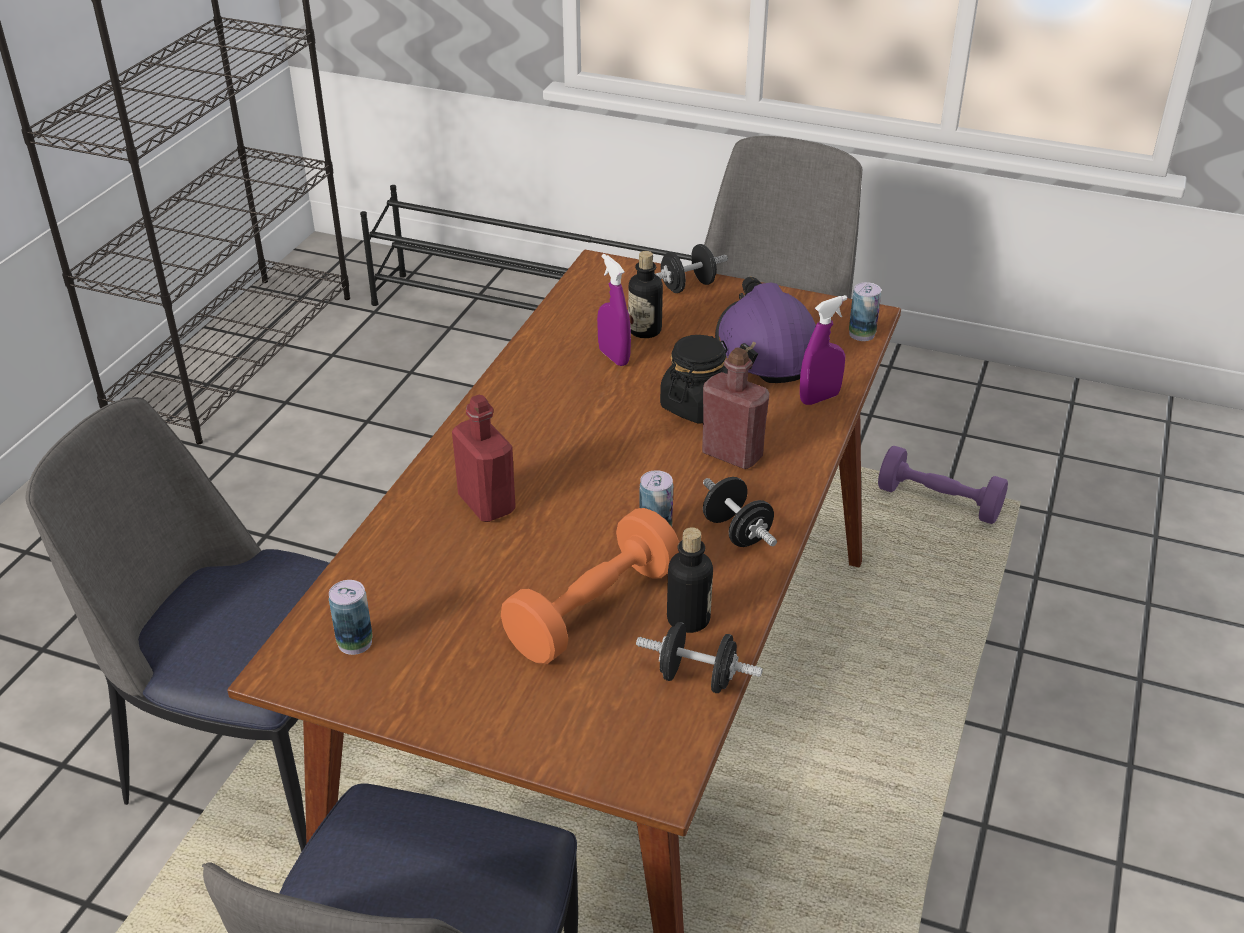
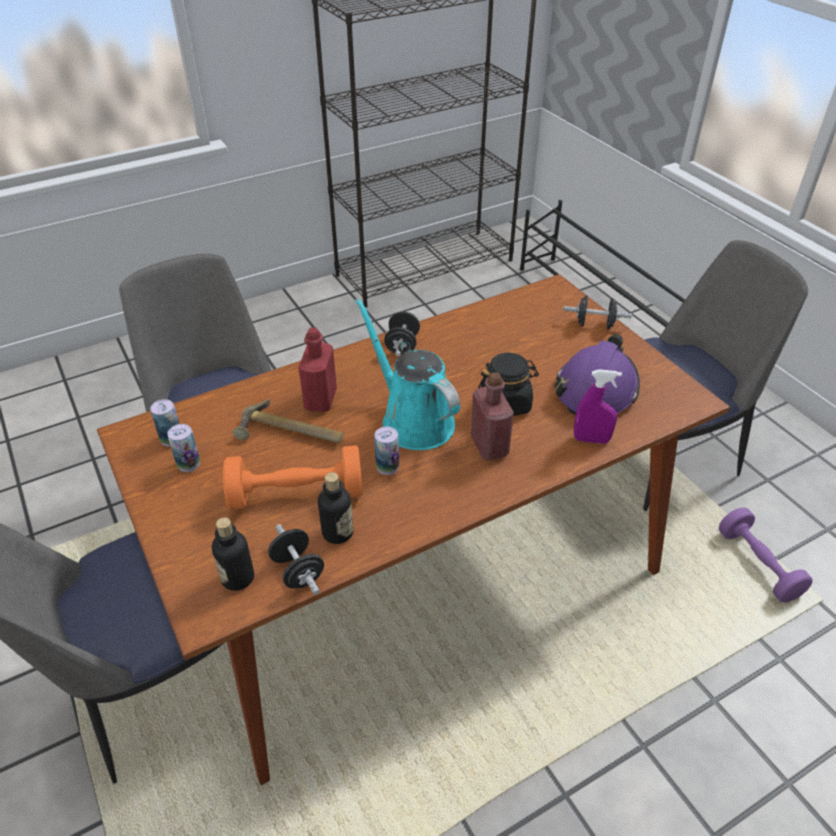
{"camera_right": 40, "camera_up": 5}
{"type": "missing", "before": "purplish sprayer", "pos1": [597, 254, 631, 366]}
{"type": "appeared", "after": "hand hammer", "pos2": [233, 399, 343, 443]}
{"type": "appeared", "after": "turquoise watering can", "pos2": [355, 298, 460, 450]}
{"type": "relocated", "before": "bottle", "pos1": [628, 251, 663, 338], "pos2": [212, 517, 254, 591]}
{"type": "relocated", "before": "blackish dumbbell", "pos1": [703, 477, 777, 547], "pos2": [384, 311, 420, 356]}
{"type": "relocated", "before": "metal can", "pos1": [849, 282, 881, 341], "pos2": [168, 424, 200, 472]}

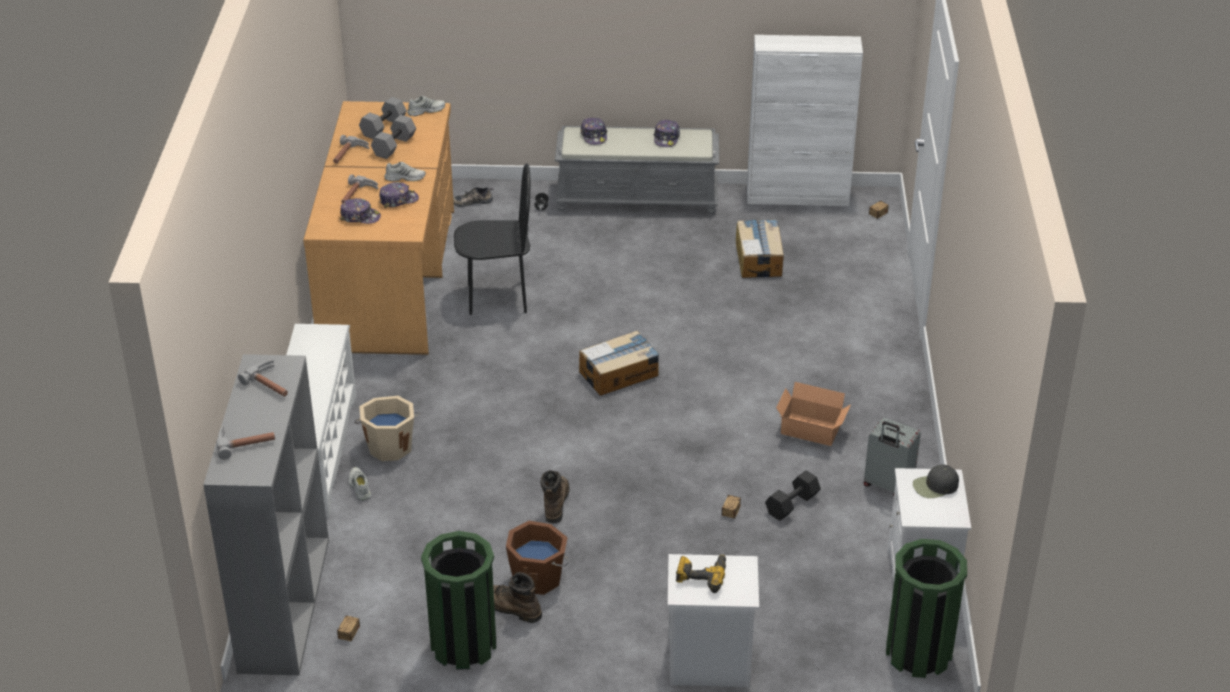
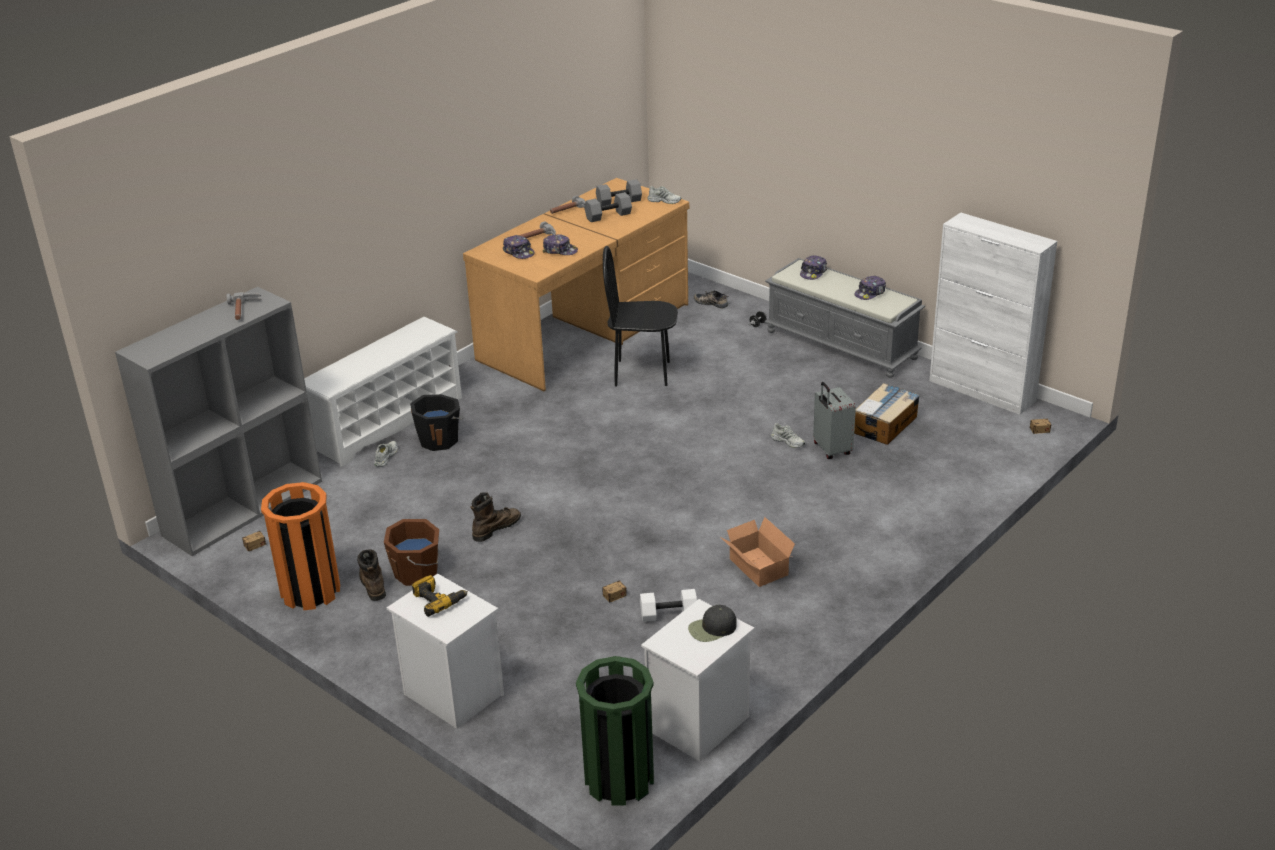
{"camera_right": 40, "camera_up": -5}
{"type": "missing", "before": "hand hammer", "pos1": [217, 425, 275, 460]}
{"type": "missing", "before": "carton", "pos1": [579, 330, 659, 396]}
{"type": "relocated", "before": "white-coloured item of footwear", "pos1": [384, 162, 426, 181], "pos2": [771, 423, 805, 448]}
{"type": "relocated", "before": "gray suitcase", "pos1": [864, 418, 921, 496], "pos2": [813, 382, 856, 459]}
{"type": "colour", "before": "beige pail", "after": "blackish pail", "pos1": [354, 396, 421, 461], "pos2": [410, 394, 464, 451]}
{"type": "colour", "before": "greenish waste bin", "after": "orange waste bin", "pos1": [421, 531, 496, 670], "pos2": [261, 482, 340, 610]}
{"type": "colour", "before": "blackish dumbbell", "after": "white-coloured dumbbell", "pos1": [765, 470, 821, 521], "pos2": [640, 589, 697, 622]}
{"type": "spun", "before": "blackish upright chair", "pos1": [454, 164, 530, 315], "pos2": [603, 246, 678, 387], "turn": 150}
{"type": "spun", "before": "blackish baseball cap", "pos1": [913, 464, 959, 498], "pos2": [688, 605, 736, 642], "turn": -45}

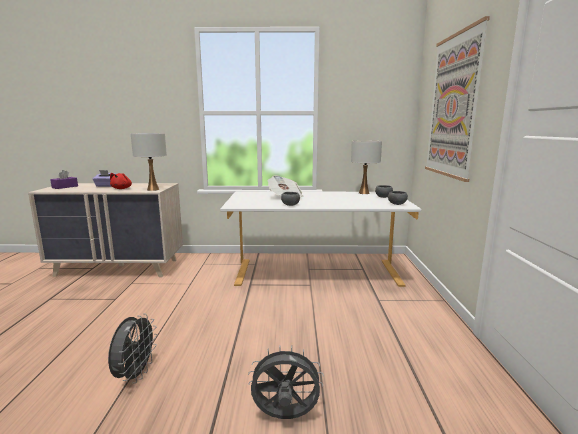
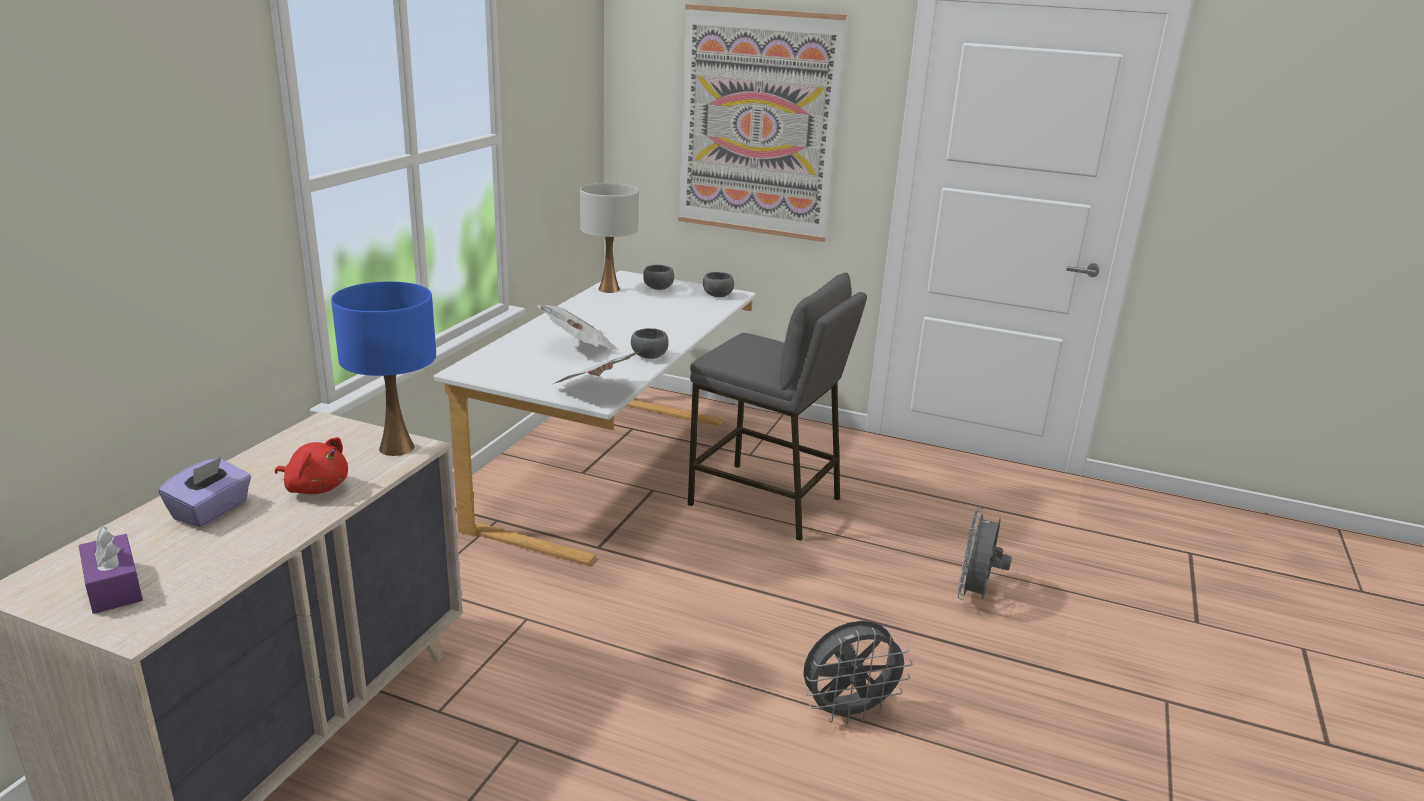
{"camera_right": -70, "camera_up": 10}
{"type": "appeared", "after": "daily paper", "pos2": [554, 352, 639, 384]}
{"type": "appeared", "after": "gray stool seat", "pos2": [688, 272, 867, 541]}
{"type": "colour", "before": "white-coloured table lamp", "after": "blue-coloured table lamp", "pos1": [131, 133, 167, 191], "pos2": [331, 281, 436, 456]}
{"type": "spun", "before": "gray electric fan", "pos1": [108, 313, 157, 384], "pos2": [803, 621, 913, 724], "turn": 135}

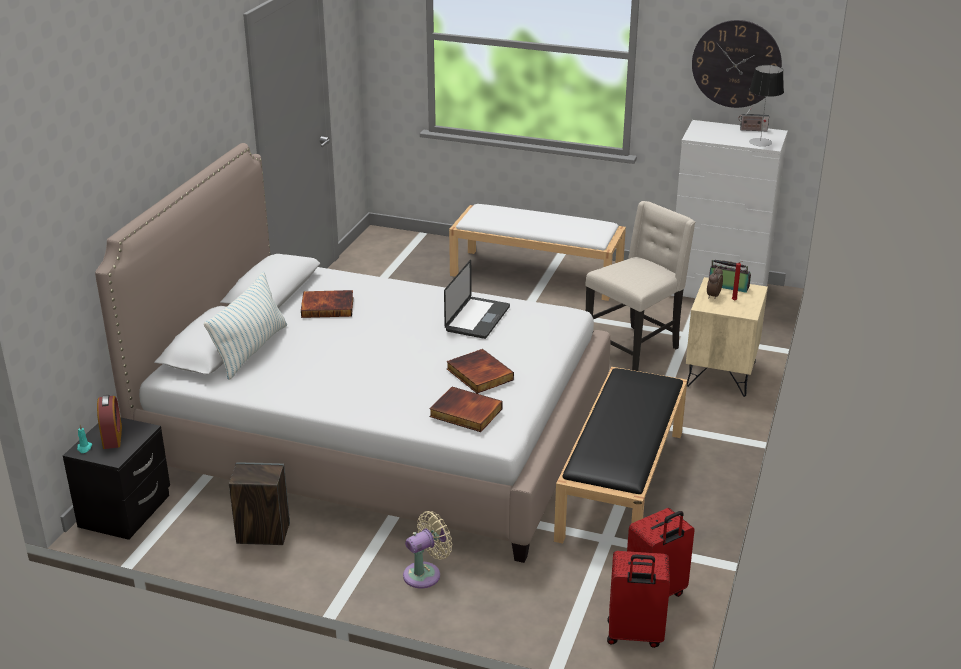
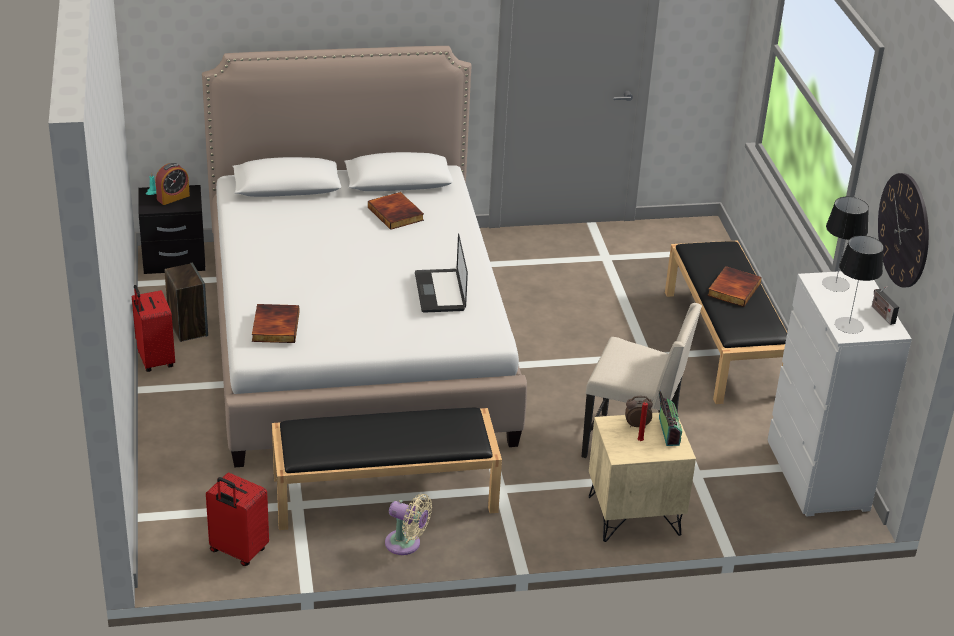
{"camera_right": 60, "camera_up": 5}
{"type": "missing", "before": "cushion", "pos1": [204, 272, 287, 380]}
{"type": "appeared", "after": "table lamp", "pos2": [822, 197, 869, 292]}
{"type": "relocated", "before": "beige electric fan", "pos1": [403, 511, 452, 588], "pos2": [385, 494, 432, 555]}
{"type": "relocated", "before": "book", "pos1": [447, 349, 514, 394], "pos2": [707, 266, 761, 307]}
{"type": "relocated", "before": "reddish suitcase", "pos1": [607, 551, 670, 648], "pos2": [132, 285, 175, 372]}
{"type": "colour", "before": "white-coloured bench", "after": "blackish bench", "pos1": [449, 204, 626, 301], "pos2": [665, 240, 787, 404]}
{"type": "spun", "before": "portable computer", "pos1": [444, 260, 510, 339], "pos2": [415, 234, 468, 313], "turn": 90}

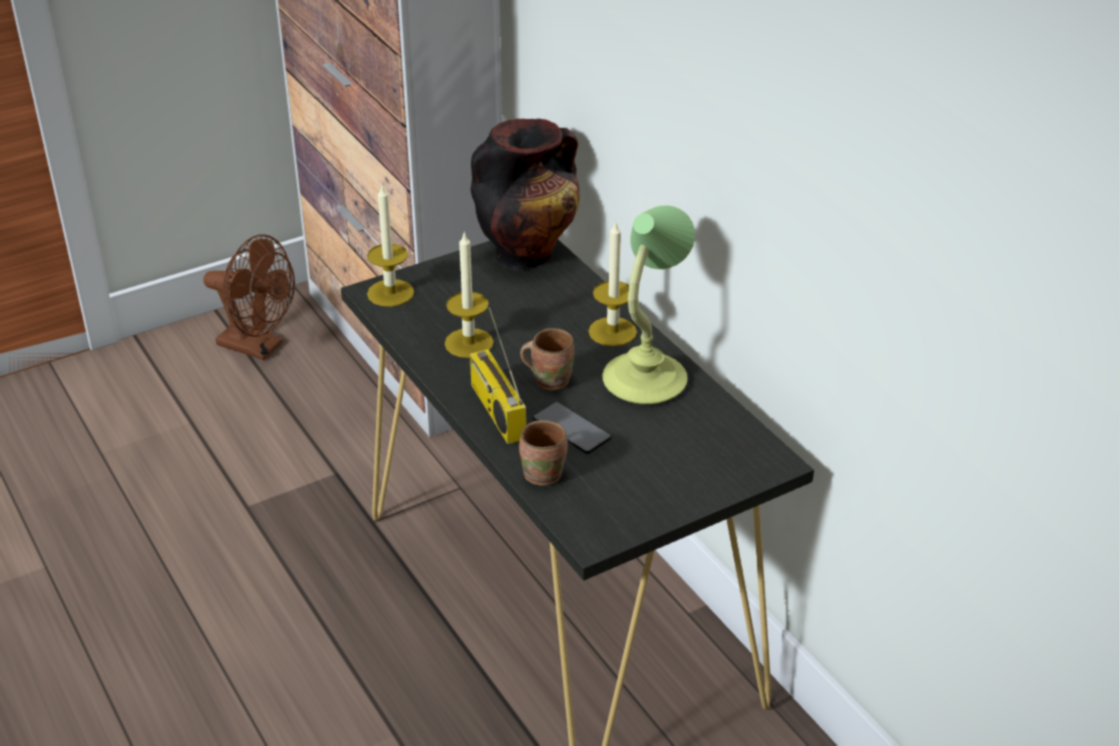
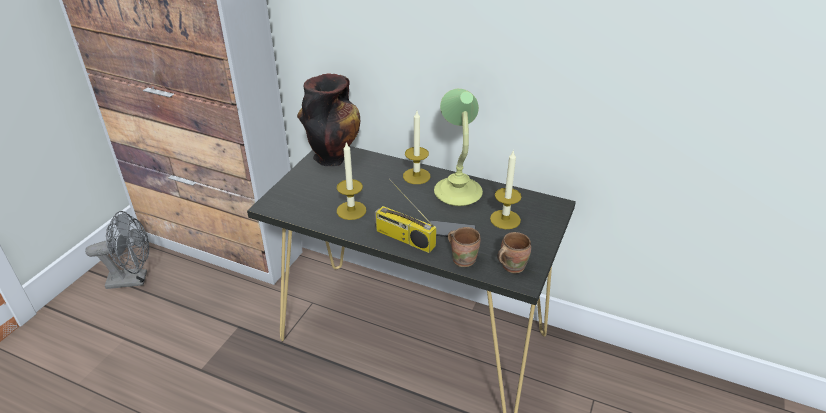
{"camera_right": -35, "camera_up": 0}
{"type": "relocated", "before": "candle", "pos1": [367, 186, 414, 307], "pos2": [490, 150, 522, 229]}
{"type": "relocated", "before": "brownish mug", "pos1": [520, 328, 575, 391], "pos2": [497, 232, 531, 273]}
{"type": "colour", "before": "brownish electric fan", "after": "gray electric fan", "pos1": [203, 234, 295, 360], "pos2": [85, 211, 149, 289]}

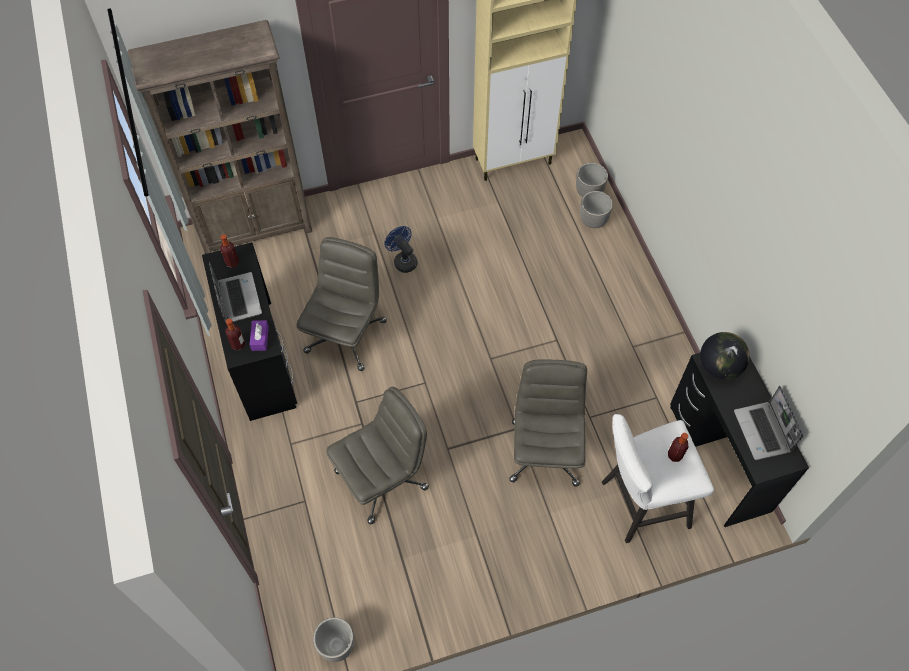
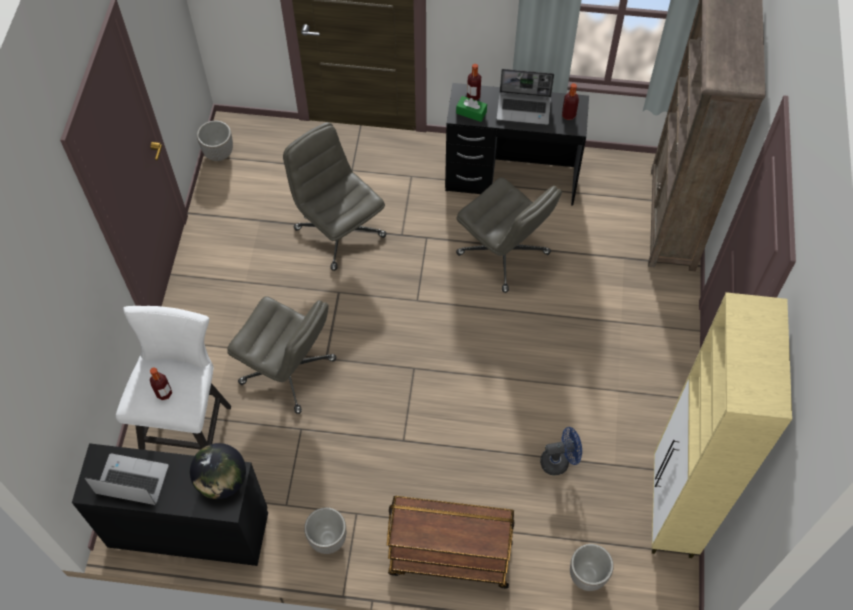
{"camera_right": 115, "camera_up": 0}
{"type": "appeared", "after": "brownish wheeled cart", "pos2": [387, 496, 514, 589]}
{"type": "relocated", "before": "blue-coloured electric fan", "pos1": [385, 226, 418, 273], "pos2": [540, 427, 582, 475]}
{"type": "relocated", "before": "planter", "pos1": [580, 191, 613, 228], "pos2": [304, 507, 346, 554]}
{"type": "colour", "before": "purplish box of tissues", "after": "greenish box of tissues", "pos1": [250, 320, 269, 351], "pos2": [456, 96, 487, 122]}
{"type": "spun", "before": "gray computer chair", "pos1": [326, 387, 429, 524], "pos2": [283, 122, 387, 271], "turn": 150}

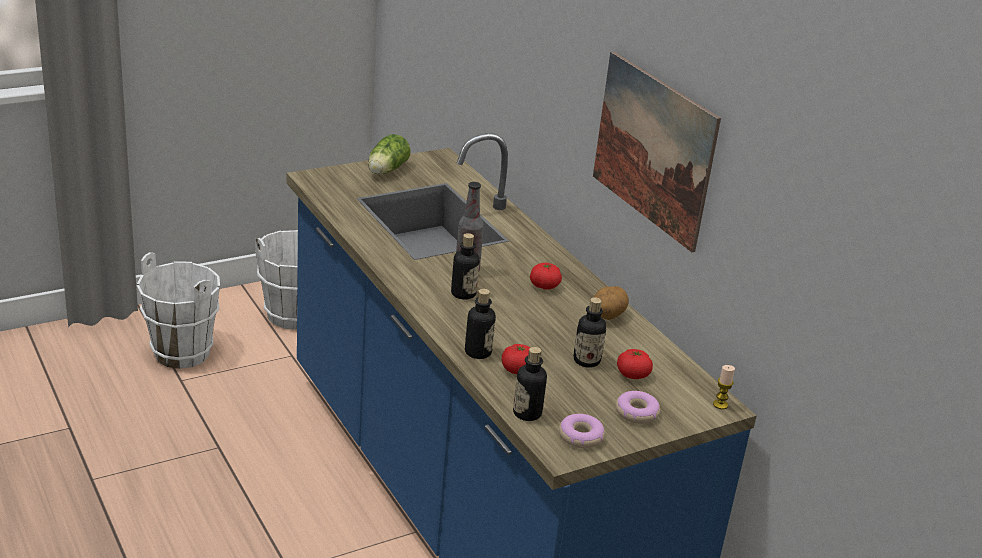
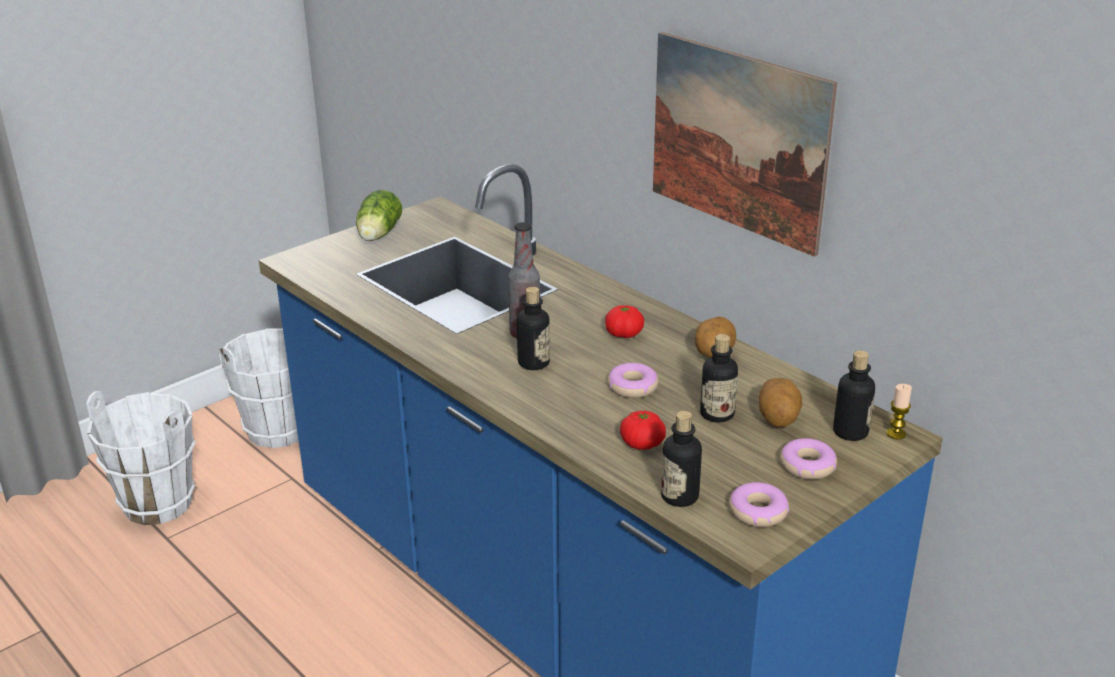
{"camera_right": -10, "camera_up": 0}
{"type": "appeared", "after": "ring doughnut", "pos2": [608, 363, 658, 398]}
{"type": "relocated", "before": "bottle", "pos1": [465, 289, 496, 359], "pos2": [833, 350, 875, 441]}
{"type": "exchanged", "before": "fresh tomato", "after": "whole potato", "pos1": [617, 349, 653, 379], "pos2": [759, 378, 802, 427]}

